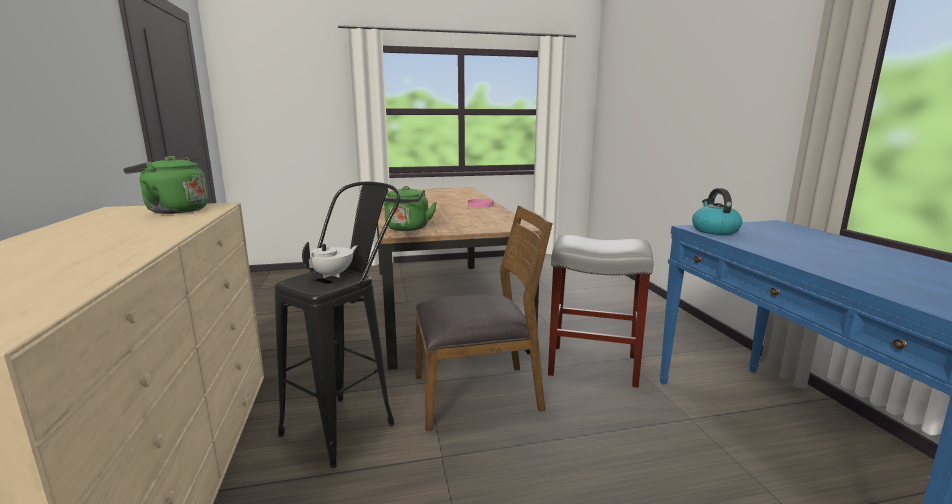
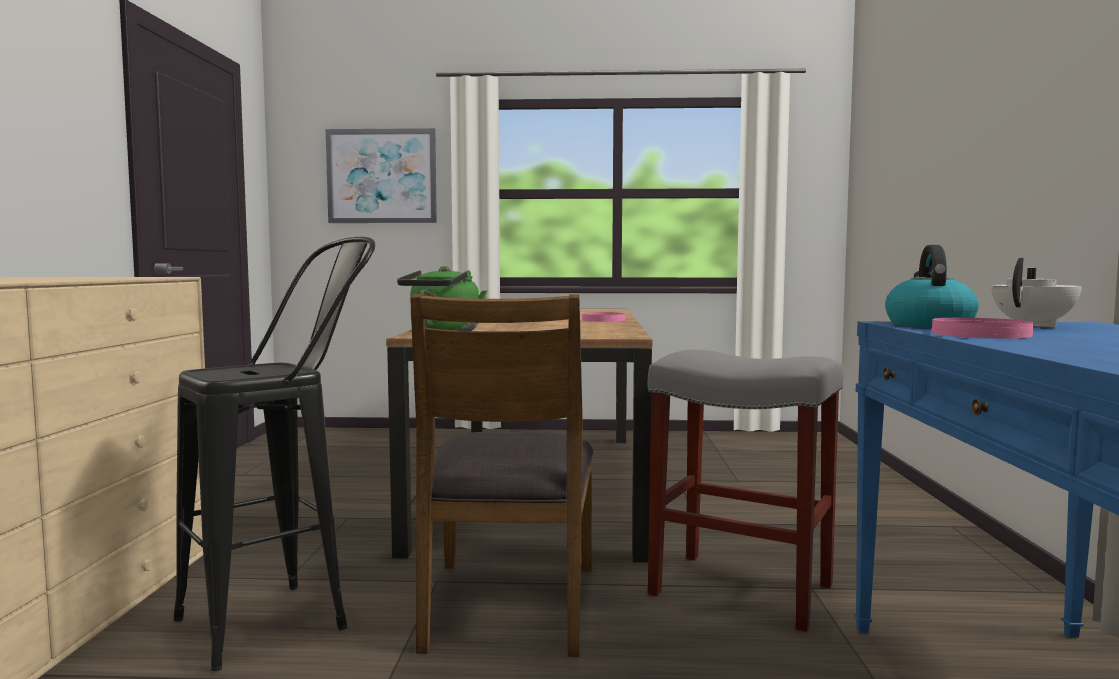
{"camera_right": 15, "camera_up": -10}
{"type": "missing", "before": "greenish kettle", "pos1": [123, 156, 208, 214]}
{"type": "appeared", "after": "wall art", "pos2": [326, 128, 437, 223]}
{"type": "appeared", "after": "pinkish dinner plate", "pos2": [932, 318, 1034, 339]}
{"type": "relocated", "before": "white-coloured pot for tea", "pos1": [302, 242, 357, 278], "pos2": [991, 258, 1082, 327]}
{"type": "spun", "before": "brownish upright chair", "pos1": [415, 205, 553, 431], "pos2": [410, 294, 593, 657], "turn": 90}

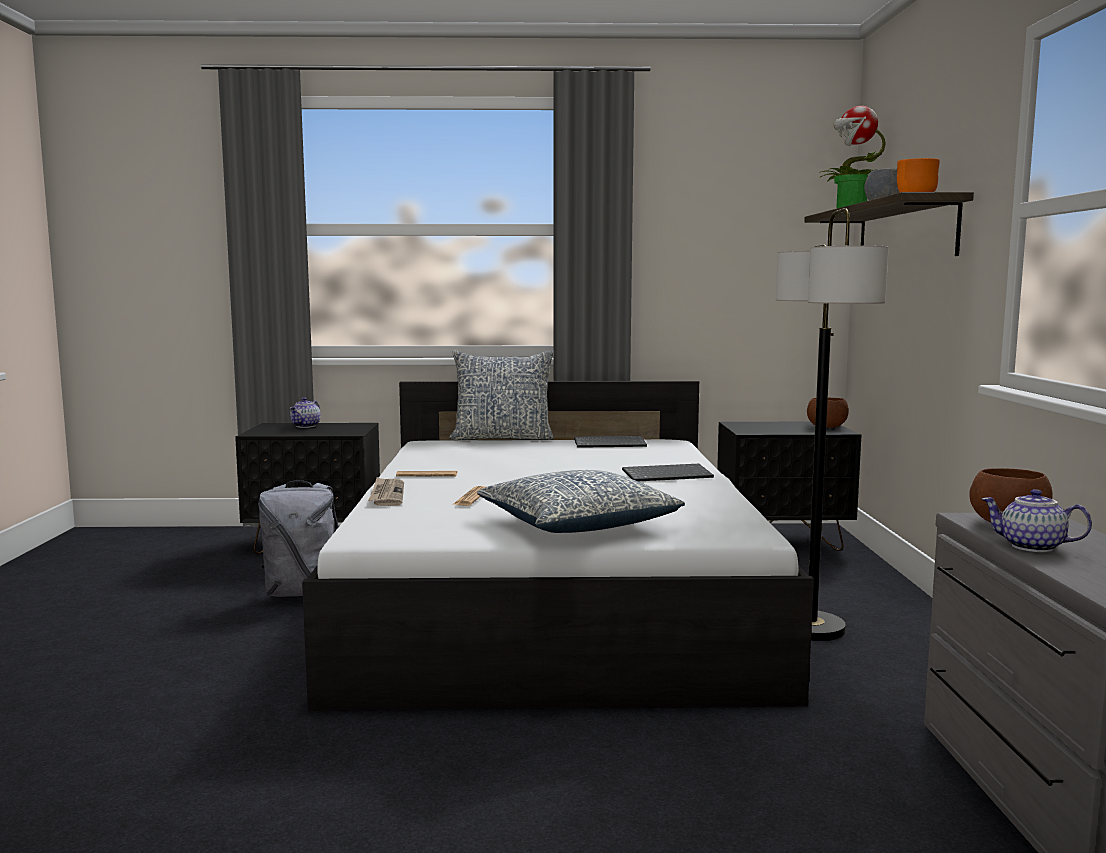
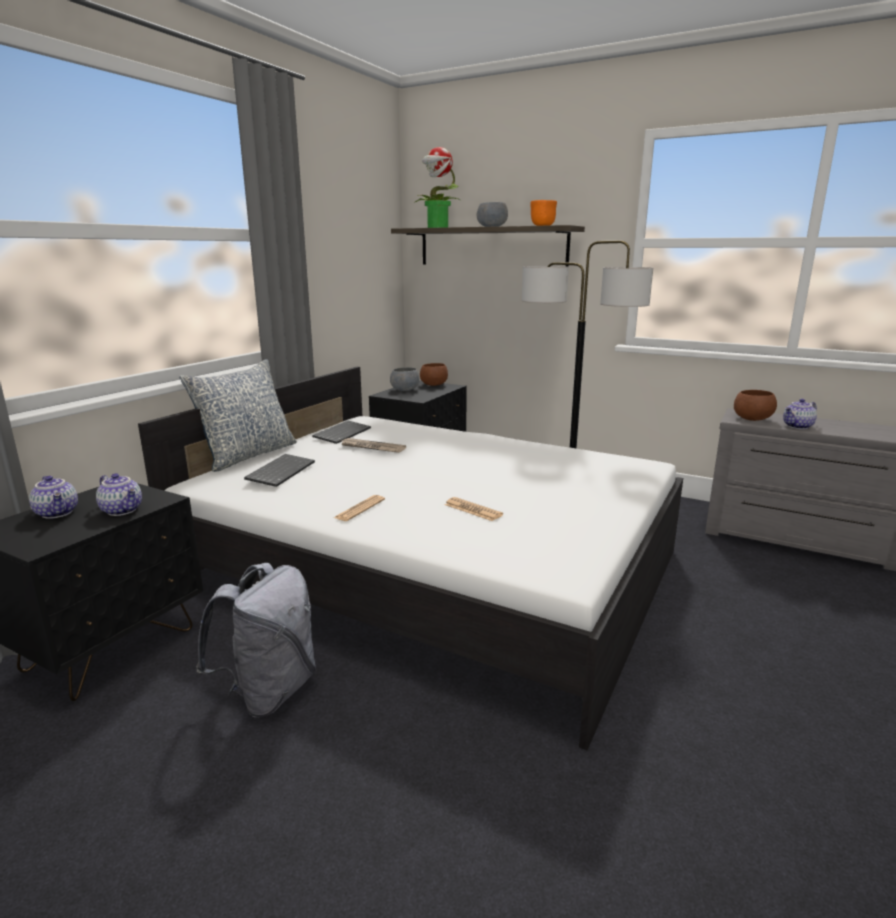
{"camera_right": -60, "camera_up": 10}
{"type": "missing", "before": "cushion", "pos1": [477, 470, 685, 533]}
{"type": "appeared", "after": "pot for tea", "pos2": [96, 473, 142, 516]}
{"type": "appeared", "after": "gray deep dish", "pos2": [390, 367, 420, 391]}
{"type": "relocated", "before": "daily paper", "pos1": [368, 477, 404, 506], "pos2": [342, 438, 406, 453]}
{"type": "relocated", "before": "keyboard", "pos1": [622, 464, 714, 481], "pos2": [244, 454, 315, 487]}

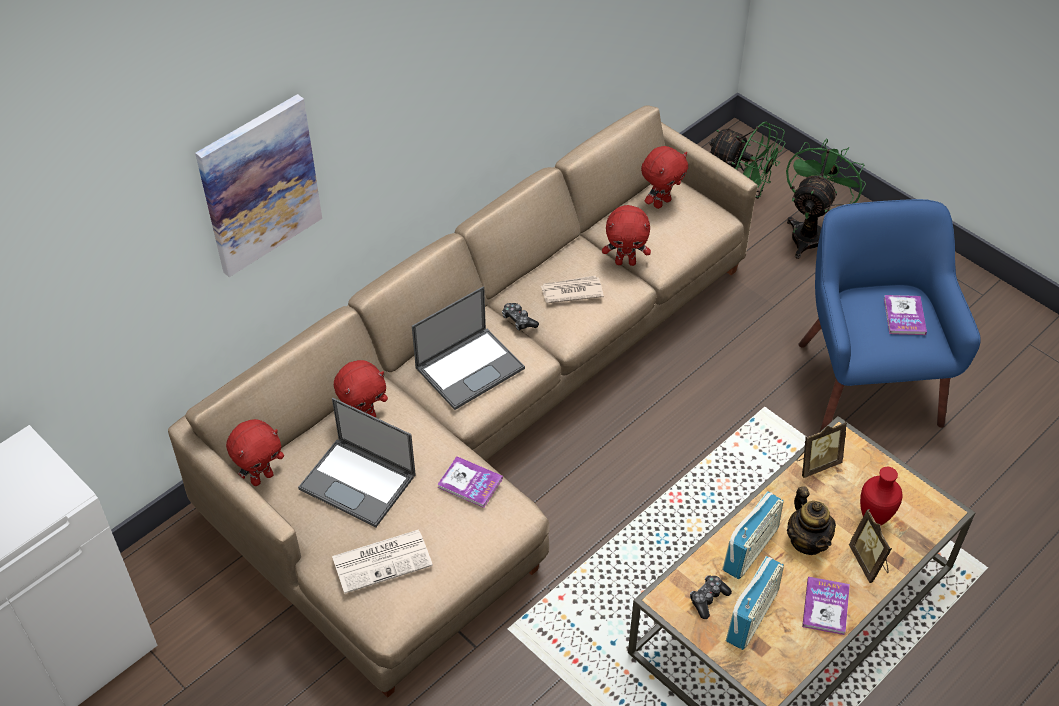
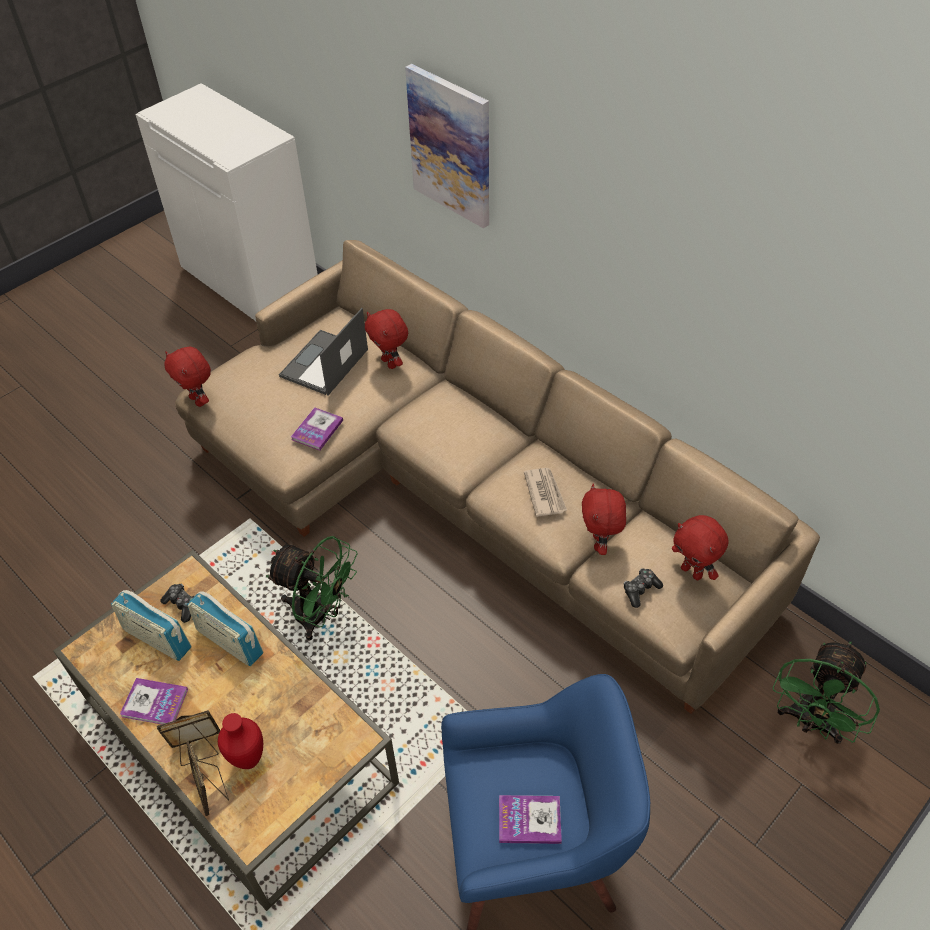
{"camera_right": 90, "camera_up": 0}
{"type": "missing", "before": "daily paper", "pos1": [332, 530, 433, 593]}
{"type": "missing", "before": "portable computer", "pos1": [412, 286, 525, 410]}
{"type": "missing", "before": "pot for tea", "pos1": [787, 486, 836, 555]}
{"type": "relocated", "before": "reddish plush toy", "pos1": [226, 419, 284, 486], "pos2": [164, 347, 211, 407]}
{"type": "relocated", "before": "joypad", "pos1": [502, 303, 539, 330], "pos2": [623, 568, 663, 608]}
{"type": "relocated", "before": "greenish electric fan", "pos1": [786, 138, 866, 259], "pos2": [266, 536, 358, 641]}
{"type": "relocated", "before": "standing frame", "pos1": [796, 421, 847, 478], "pos2": [186, 740, 229, 816]}

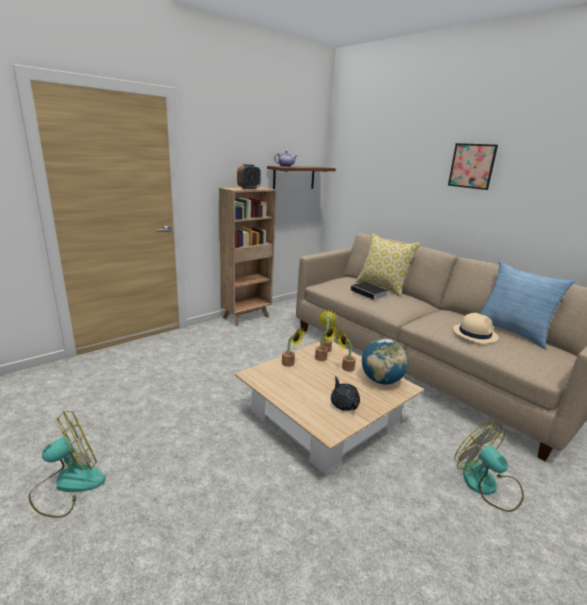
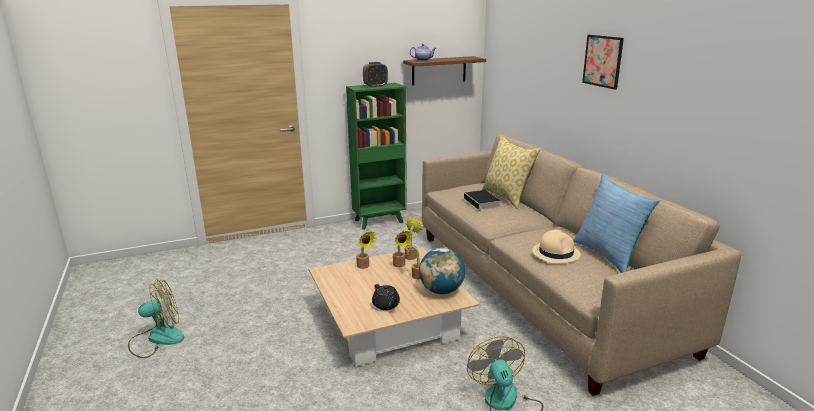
{"camera_right": 20, "camera_up": 0}
{"type": "colour", "before": "brownish shelving unit", "after": "greenish shelving unit", "pos1": [219, 187, 276, 326], "pos2": [346, 83, 407, 230]}
{"type": "spun", "before": "blackish pot for tea", "pos1": [331, 376, 360, 411], "pos2": [372, 284, 400, 310], "turn": 150}

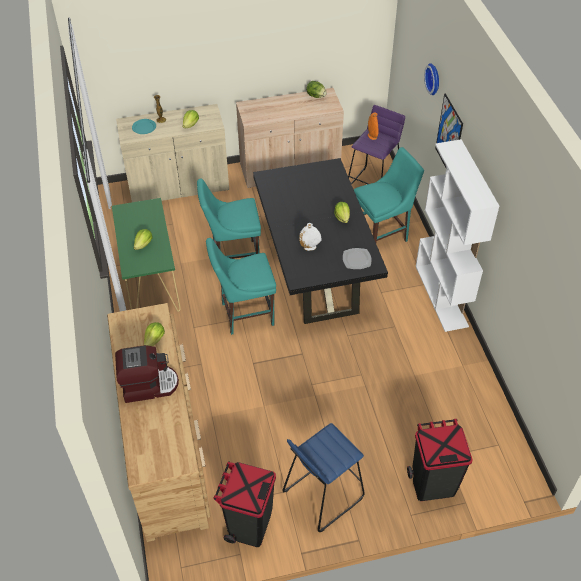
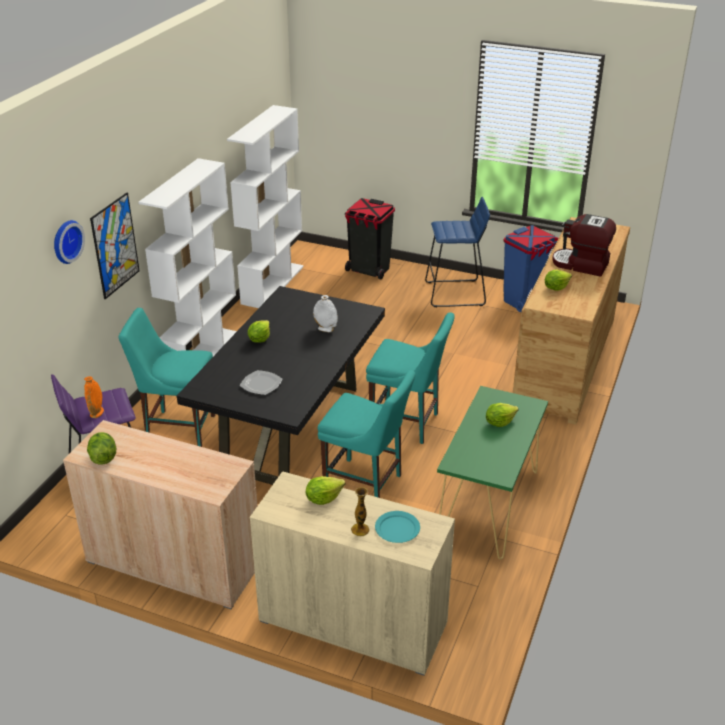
{"camera_right": -145, "camera_up": -15}
{"type": "appeared", "after": "white-coloured shelving unit", "pos2": [227, 105, 304, 308]}
{"type": "relocated", "before": "dinner plate", "pos1": [343, 248, 372, 269], "pos2": [240, 370, 283, 395]}
{"type": "colour", "before": "blackish waste bin", "after": "blue-coloured waste bin", "pos1": [213, 461, 276, 547], "pos2": [504, 225, 559, 312]}

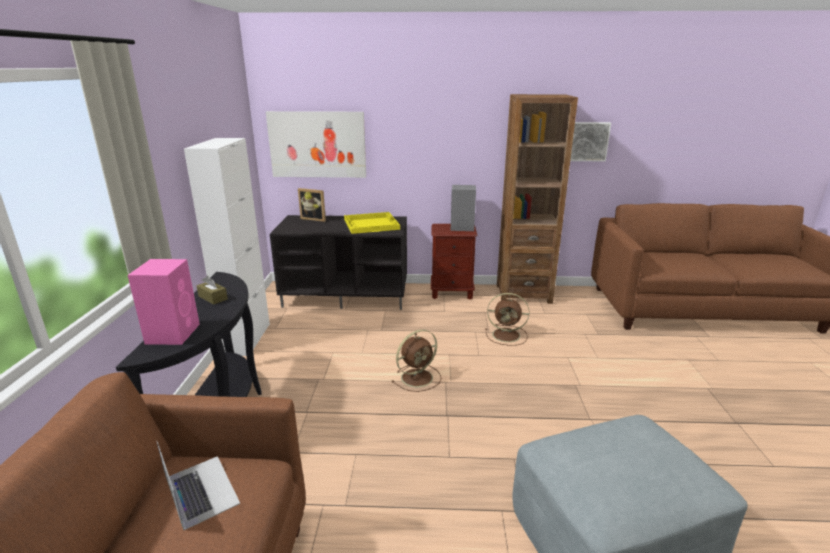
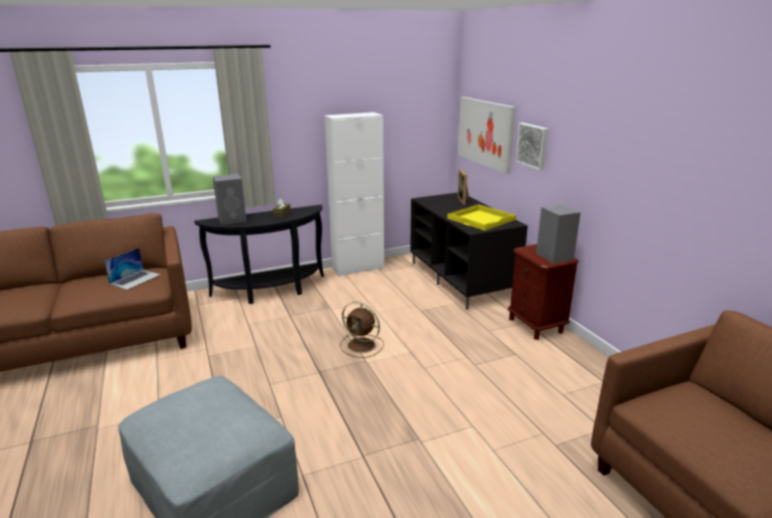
{"camera_right": 65, "camera_up": 0}
{"type": "missing", "before": "brownish electric fan", "pos1": [485, 293, 529, 346]}
{"type": "missing", "before": "brownish shelving unit", "pos1": [497, 94, 578, 304]}
{"type": "relocated", "before": "wall art", "pos1": [570, 122, 611, 161], "pos2": [515, 123, 548, 170]}
{"type": "colour", "before": "pinkish loudspeaker", "after": "gray loudspeaker", "pos1": [128, 259, 200, 345], "pos2": [213, 174, 247, 225]}

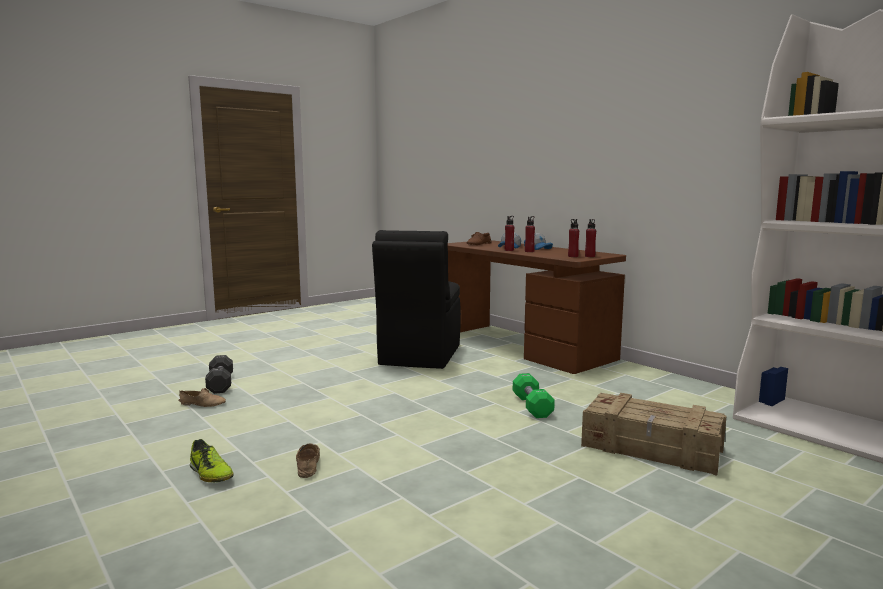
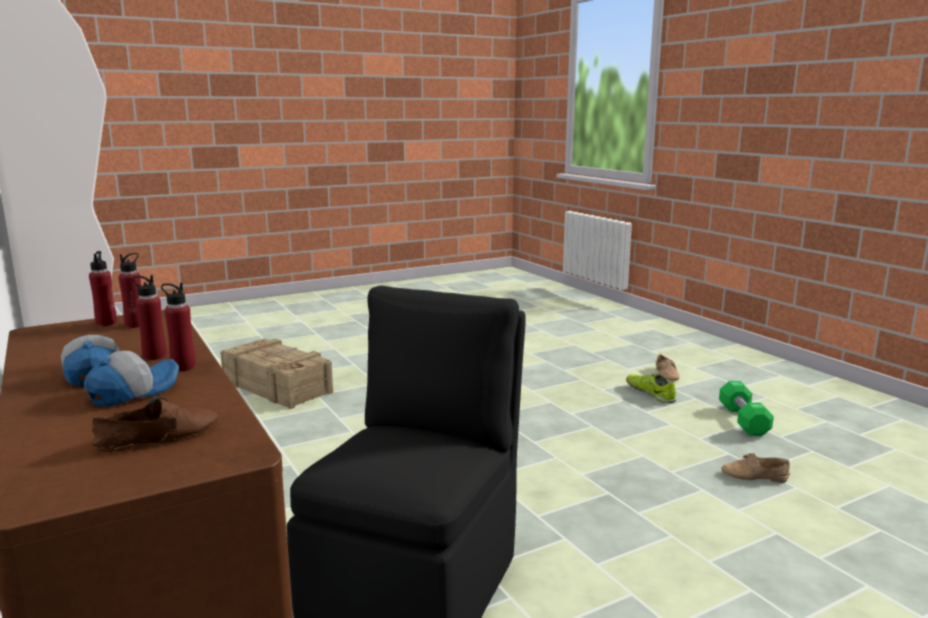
{"camera_right": -170, "camera_up": 5}
{"type": "missing", "before": "blackish dumbbell", "pos1": [205, 355, 233, 394]}
{"type": "relocated", "before": "beige item of footwear", "pos1": [296, 443, 320, 478], "pos2": [656, 354, 680, 381]}
{"type": "relocated", "before": "greenish dumbbell", "pos1": [513, 373, 555, 418], "pos2": [719, 381, 774, 436]}

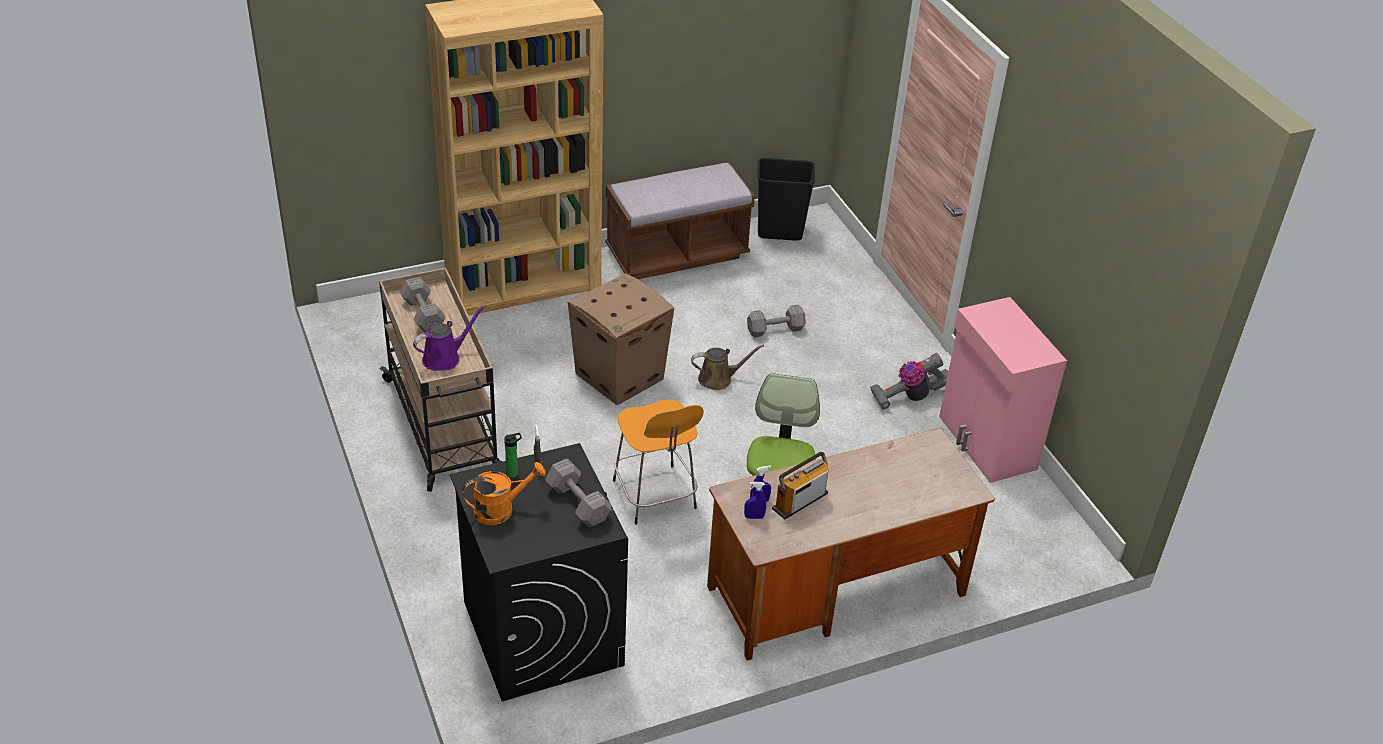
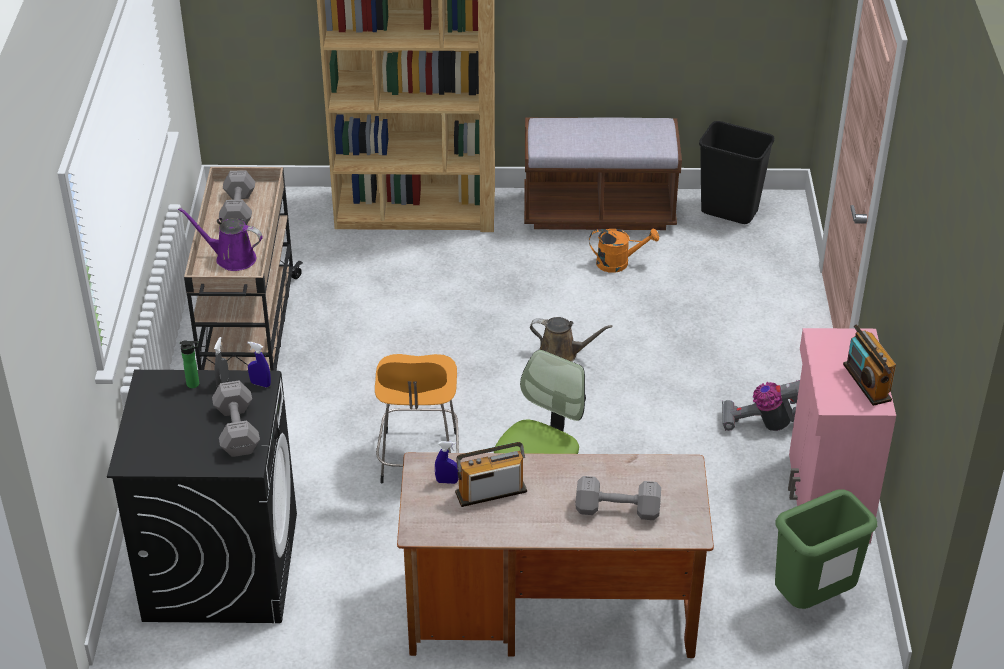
{"camera_right": 25, "camera_up": 0}
{"type": "missing", "before": "carton", "pos1": [568, 273, 674, 405]}
{"type": "appeared", "after": "greenish waste bin", "pos2": [775, 489, 877, 609]}
{"type": "appeared", "after": "radio set", "pos2": [843, 324, 896, 406]}
{"type": "relocated", "before": "orange watering can", "pos1": [462, 462, 546, 525], "pos2": [589, 229, 659, 273]}
{"type": "relocated", "before": "blue-coloured sprayer", "pos1": [744, 482, 767, 519], "pos2": [247, 341, 271, 387]}
{"type": "relocated", "before": "gray dumbbell", "pos1": [747, 305, 806, 337], "pos2": [576, 476, 661, 520]}
{"type": "spun", "before": "purplish watering can", "pos1": [413, 305, 486, 371], "pos2": [178, 208, 263, 271], "turn": -150}

